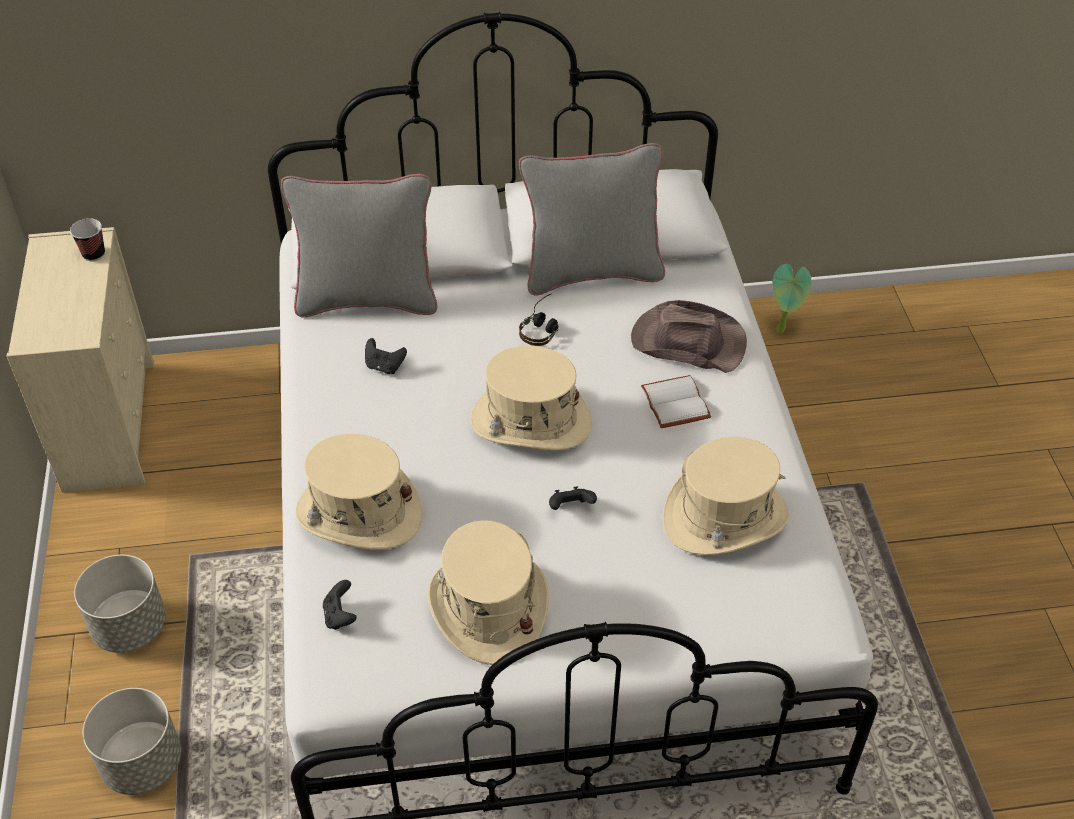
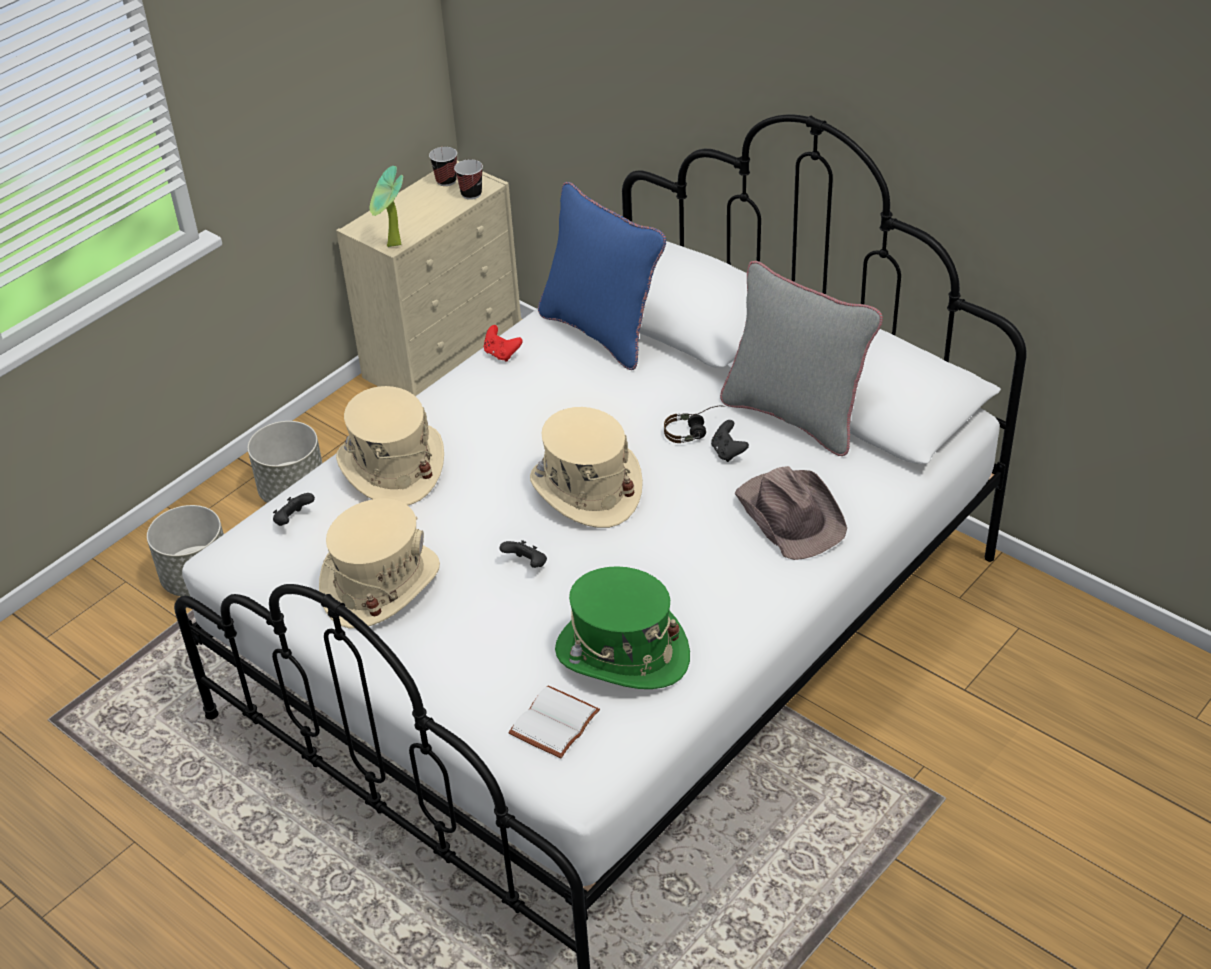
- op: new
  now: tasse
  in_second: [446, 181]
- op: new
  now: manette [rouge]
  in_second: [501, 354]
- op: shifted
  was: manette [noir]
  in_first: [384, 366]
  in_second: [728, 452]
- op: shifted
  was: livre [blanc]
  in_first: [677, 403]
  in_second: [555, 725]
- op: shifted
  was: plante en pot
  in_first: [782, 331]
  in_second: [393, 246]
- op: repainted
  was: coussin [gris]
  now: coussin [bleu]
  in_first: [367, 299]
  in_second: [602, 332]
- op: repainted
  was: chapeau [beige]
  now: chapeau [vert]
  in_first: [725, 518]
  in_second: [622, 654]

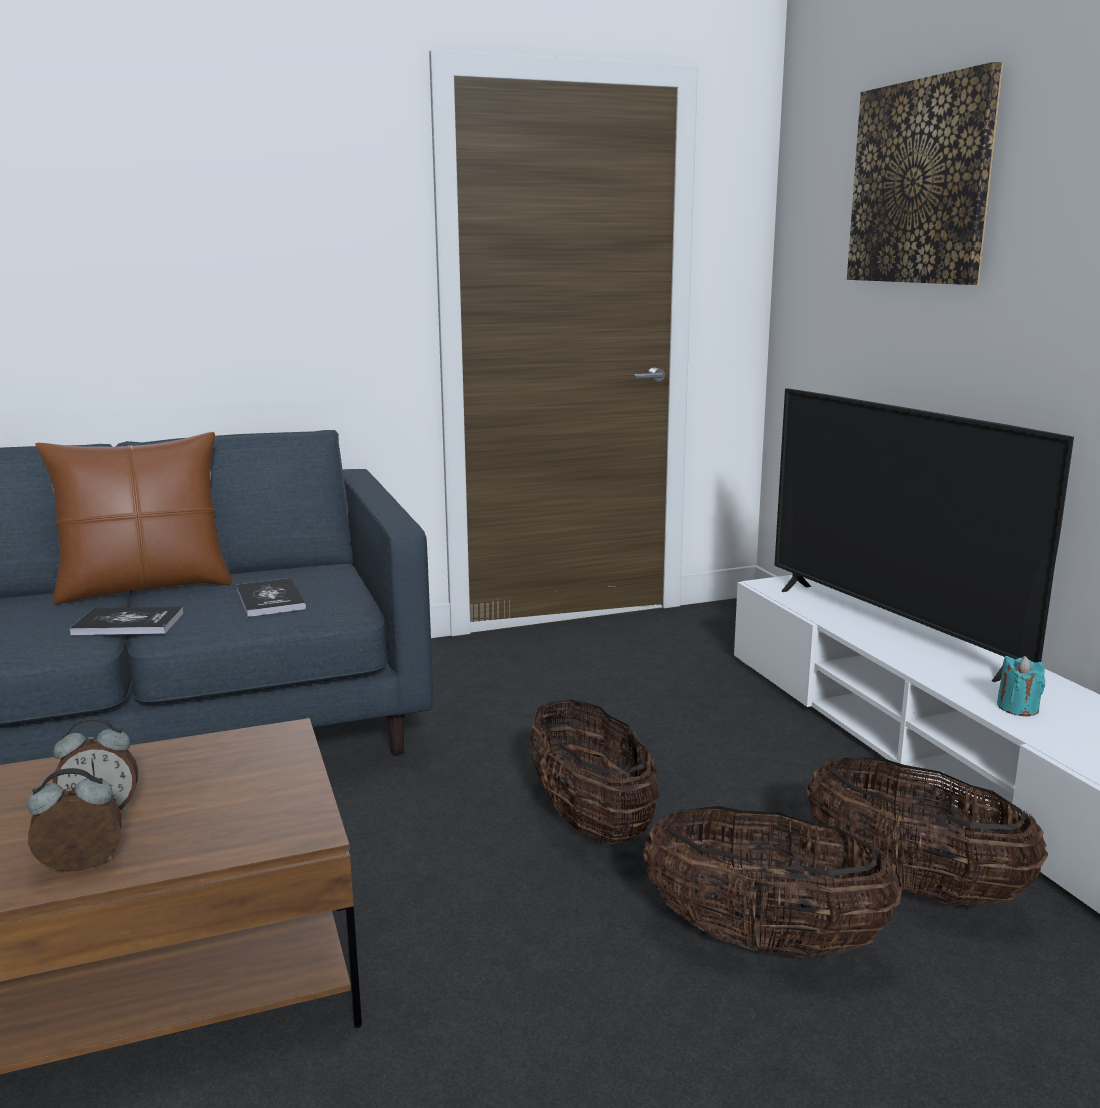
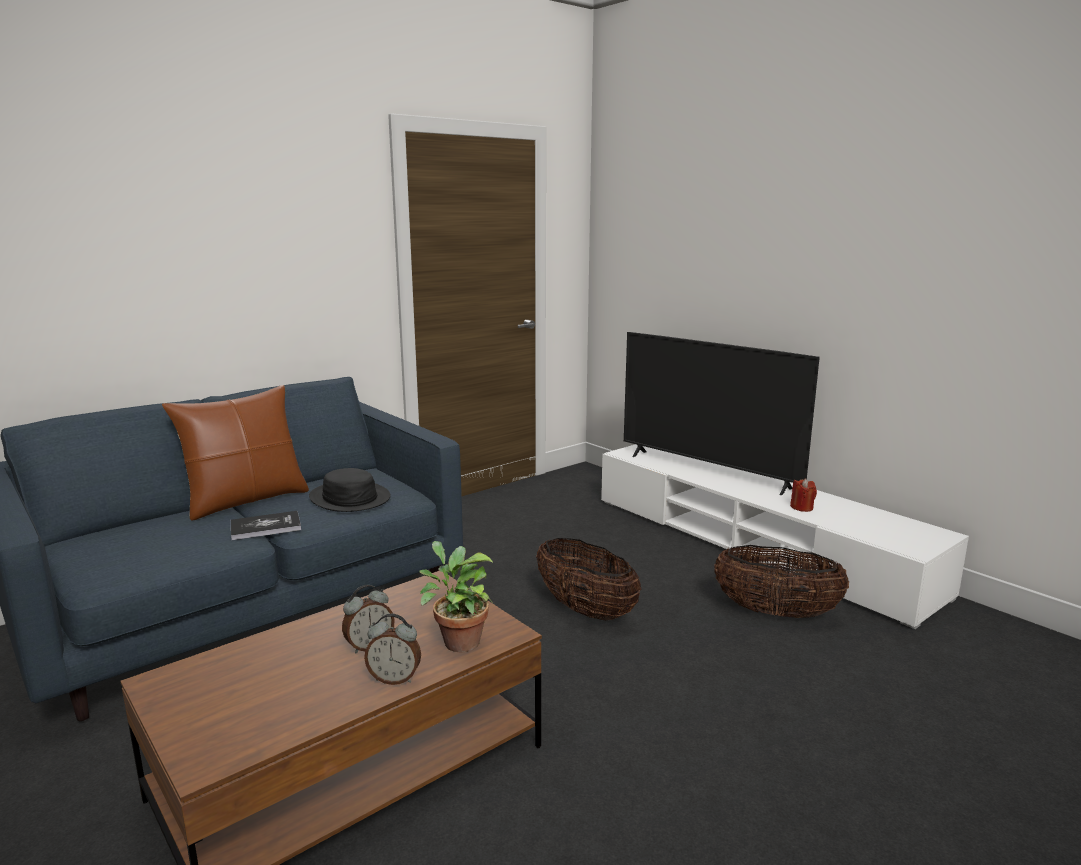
- op: gone
  was: panier
  in_first: [763, 941]
- op: gone
  was: tableau
  in_first: [921, 183]
- op: new
  now: plante en pot
  in_second: [458, 641]
- op: swapped
  was: livre
  now: chapeau [noir]
  in_first: [270, 599]
  in_second: [349, 498]
- op: repainted
  was: bougie [turquoise]
  now: bougie [rouge]
  in_first: [1017, 708]
  in_second: [802, 507]
- op: rotated
  was: réveil
  in_first: [81, 868]
  in_second: [395, 679]
  clockwise: -135

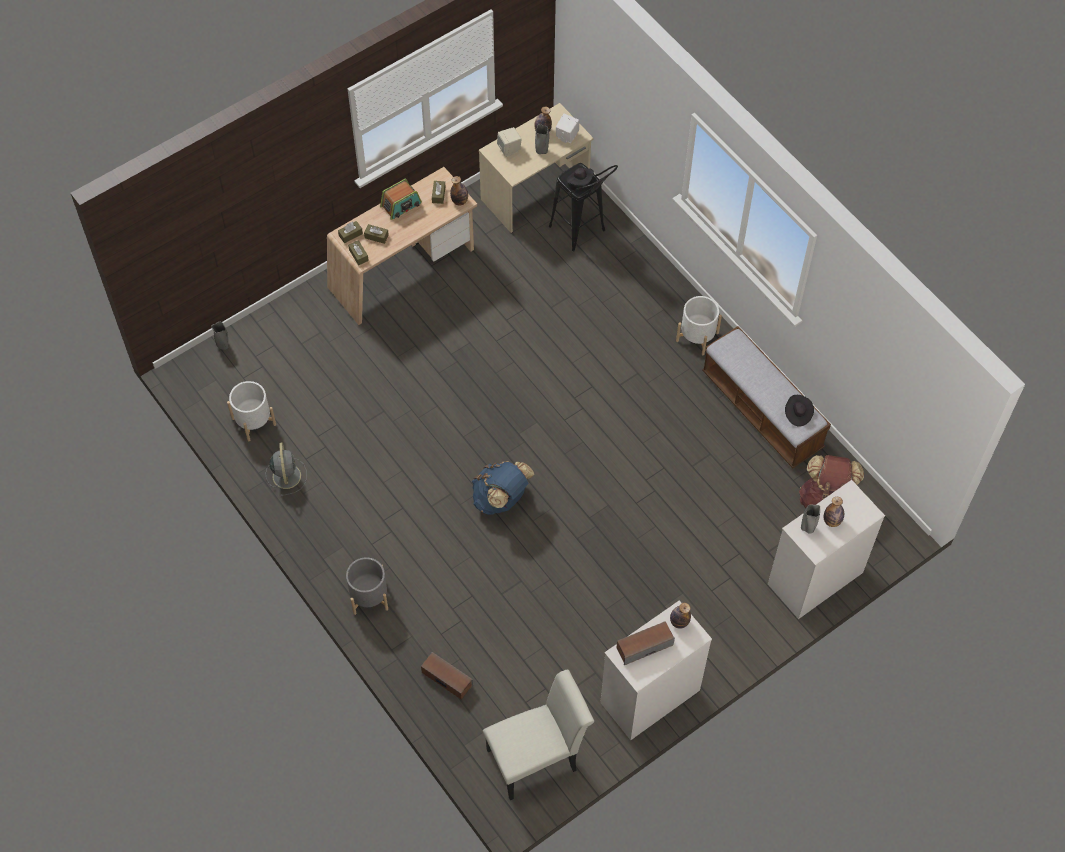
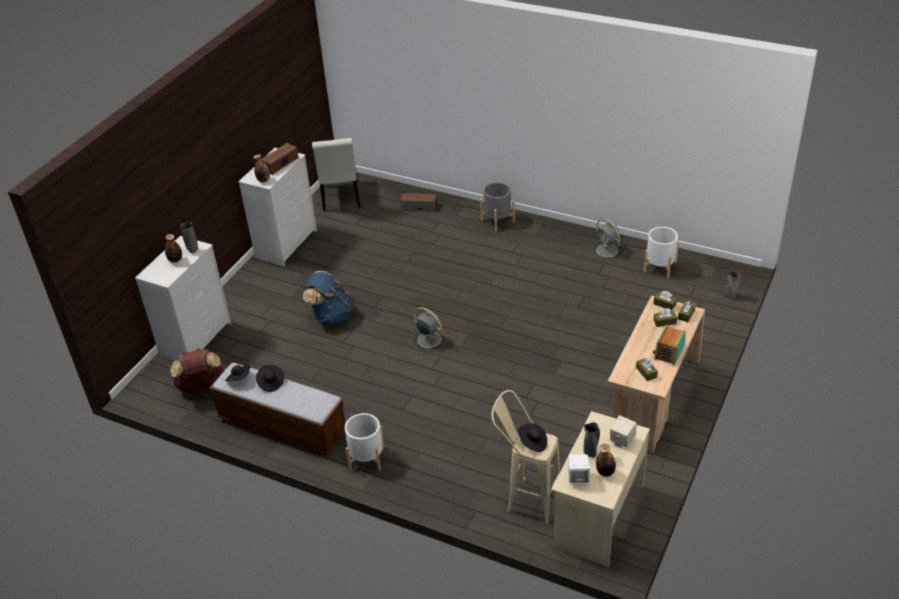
- op: gone
  was: bouteille
  in_first: [459, 201]
- op: new
  now: chapeau [noir]
  in_second: [270, 383]
- op: new
  now: ventilateur [gris]
  in_second: [428, 339]
- op: shifted
  was: sac à dos [bleu]
  in_first: [501, 499]
  in_second: [331, 316]
- op: repainted
  was: tabouret [noir]
  now: tabouret [beige]
  in_first: [582, 234]
  in_second: [526, 498]
- op: rotated
  was: chaise [blanc]
  in_first: [537, 757]
  in_second: [340, 198]
  clockwise: -45

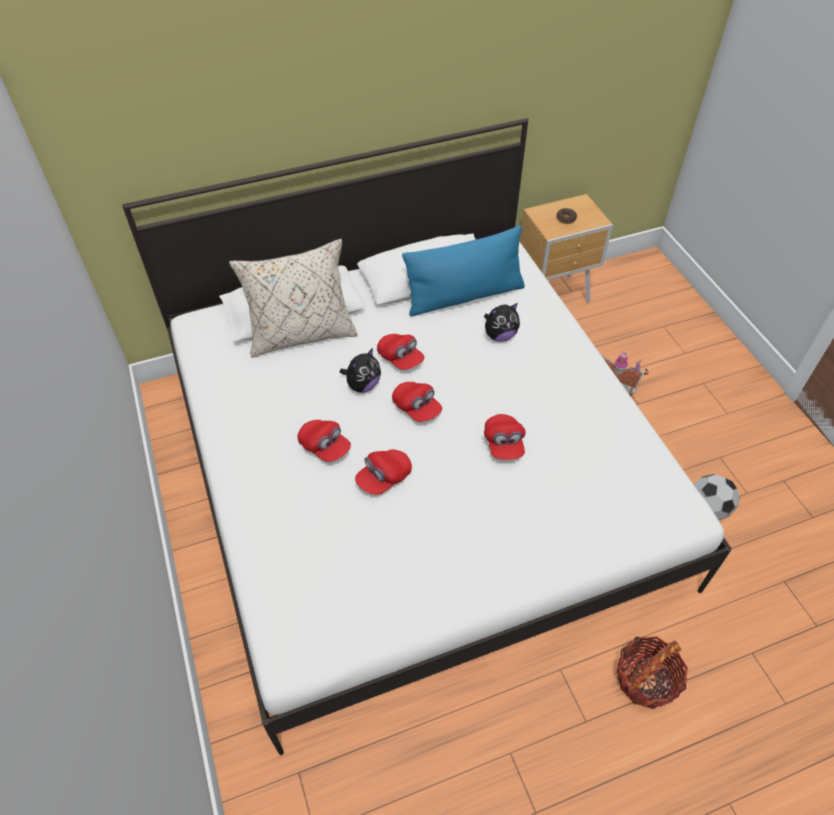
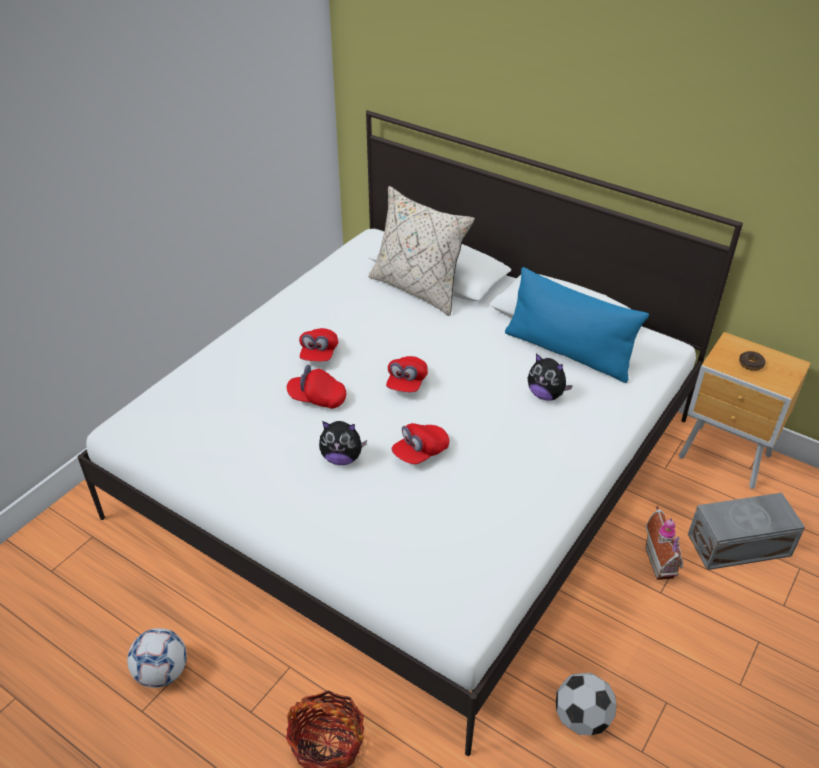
- op: gone
  was: casquette [rouge]
  in_first: [400, 358]
- op: new
  now: ballon de foot
  in_second: [162, 672]
- op: new
  now: boîte de rangement [gris]
  in_second: [741, 546]
- op: shifted
  was: peluche
  in_first: [362, 385]
  in_second: [342, 458]

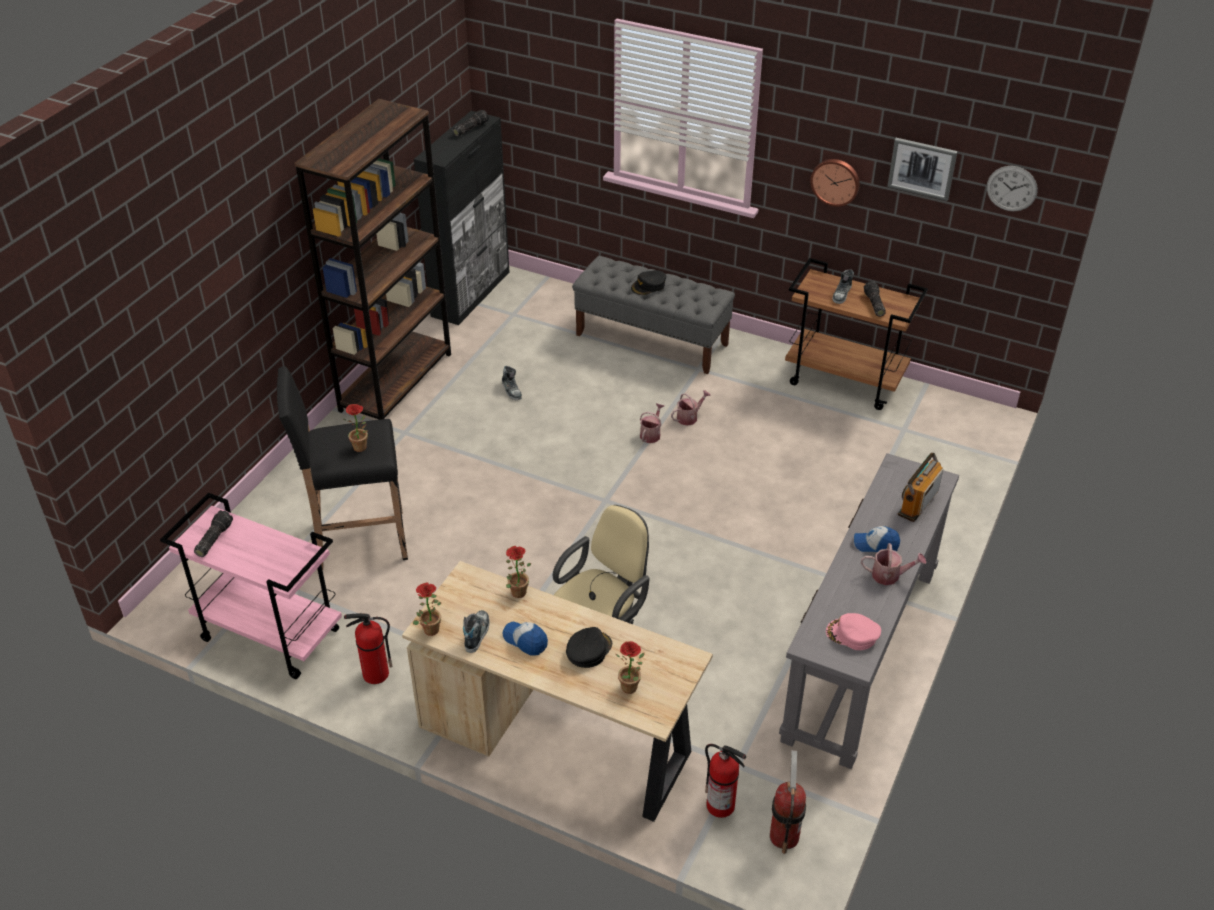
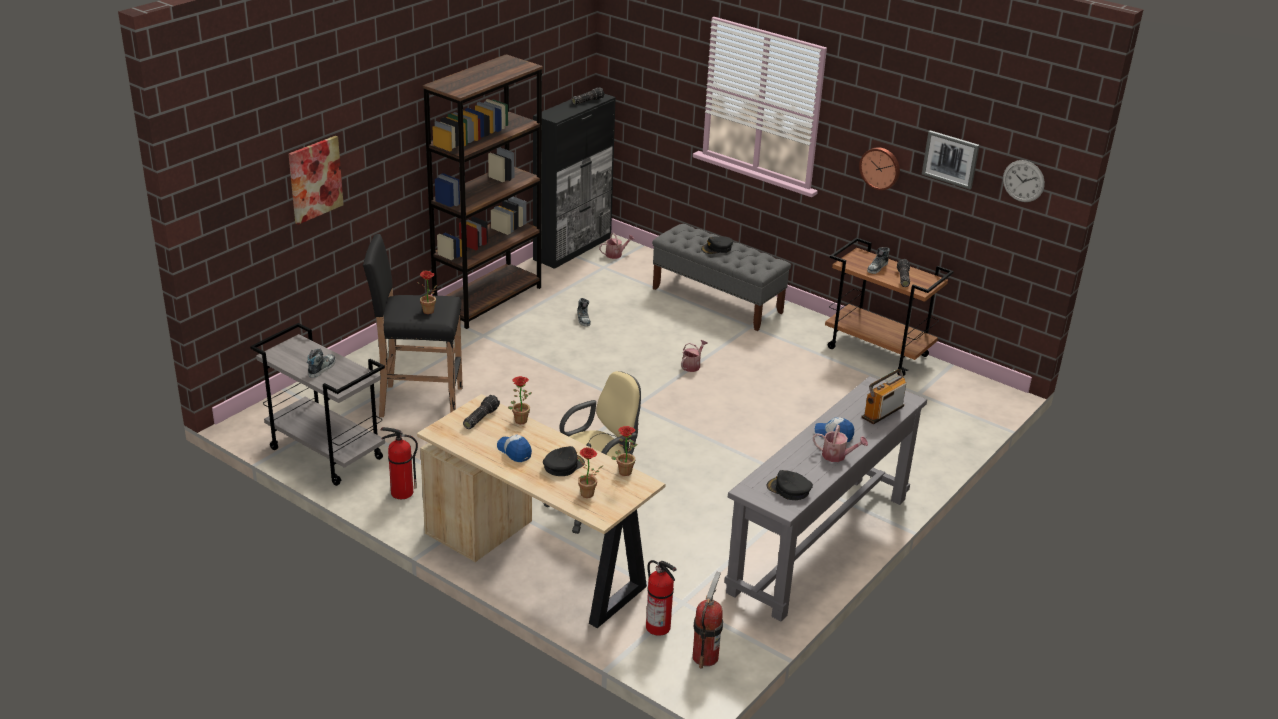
- op: new
  now: tableau
  in_second: [315, 179]
- op: shifted
  was: lampe de poche
  in_first: [213, 539]
  in_second: [480, 418]
- op: shifted
  was: plante en pot
  in_first: [429, 627]
  in_second: [624, 470]
- op: shifted
  was: chaussure
  in_first: [476, 633]
  in_second: [322, 368]
- op: shifted
  was: arrosoir
  in_first: [689, 417]
  in_second: [616, 254]
- op: repainted
  was: chariot [rose]
  now: chariot [gris]
  in_first: [269, 635]
  in_second: [325, 454]
- op: repainted
  was: casquette [rose]
  now: casquette [noir]
  in_first: [852, 635]
  in_second: [788, 489]

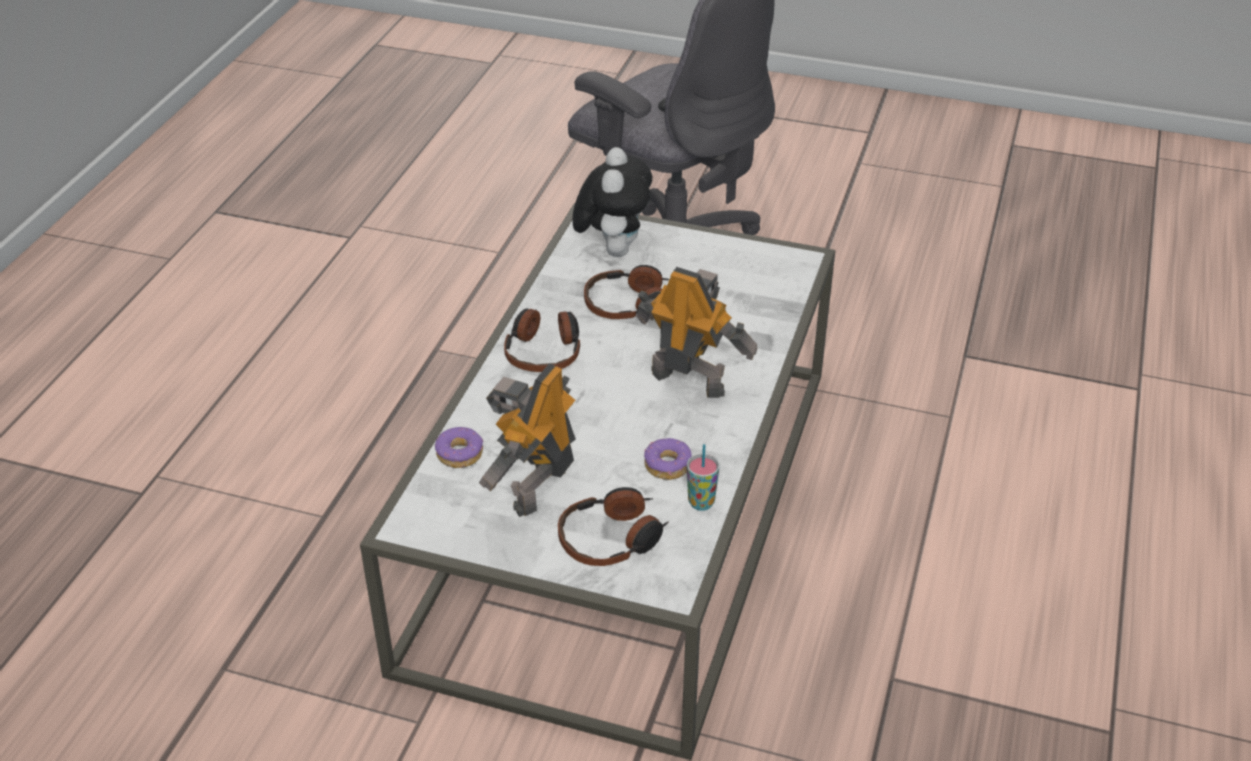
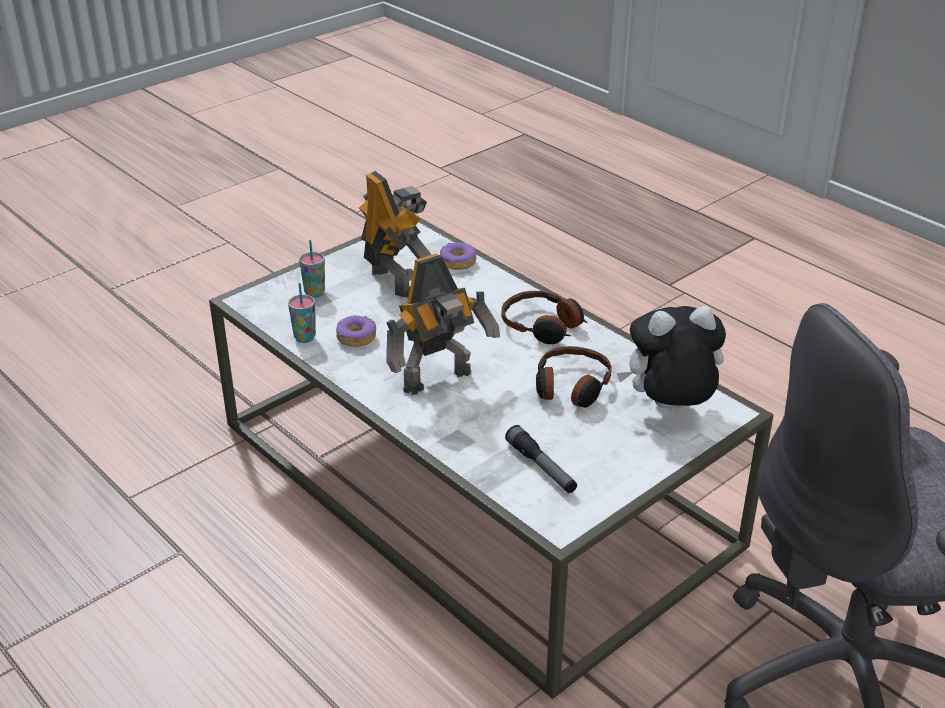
- op: new
  now: lampe de poche
  in_second: [541, 467]
- op: swapped
  was: casque audio
  now: tasse
  in_first: [612, 539]
  in_second: [314, 293]
- op: rotated
  was: peluche
  in_first: [613, 249]
  in_second: [669, 409]
  clockwise: 135

